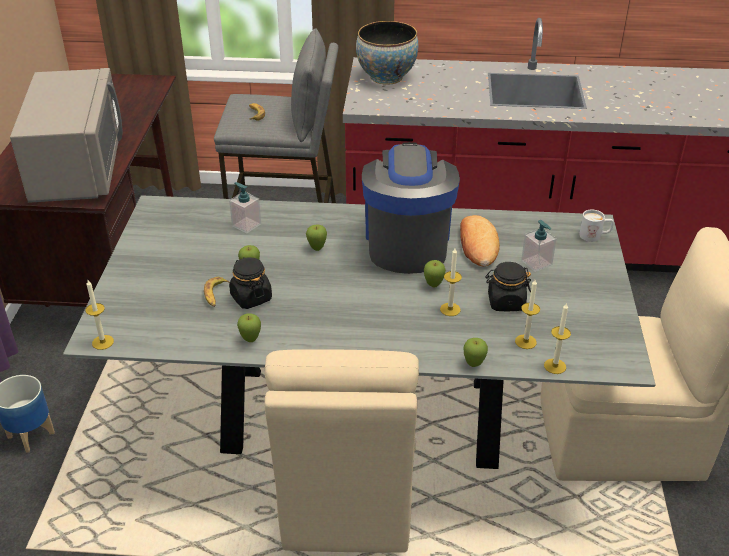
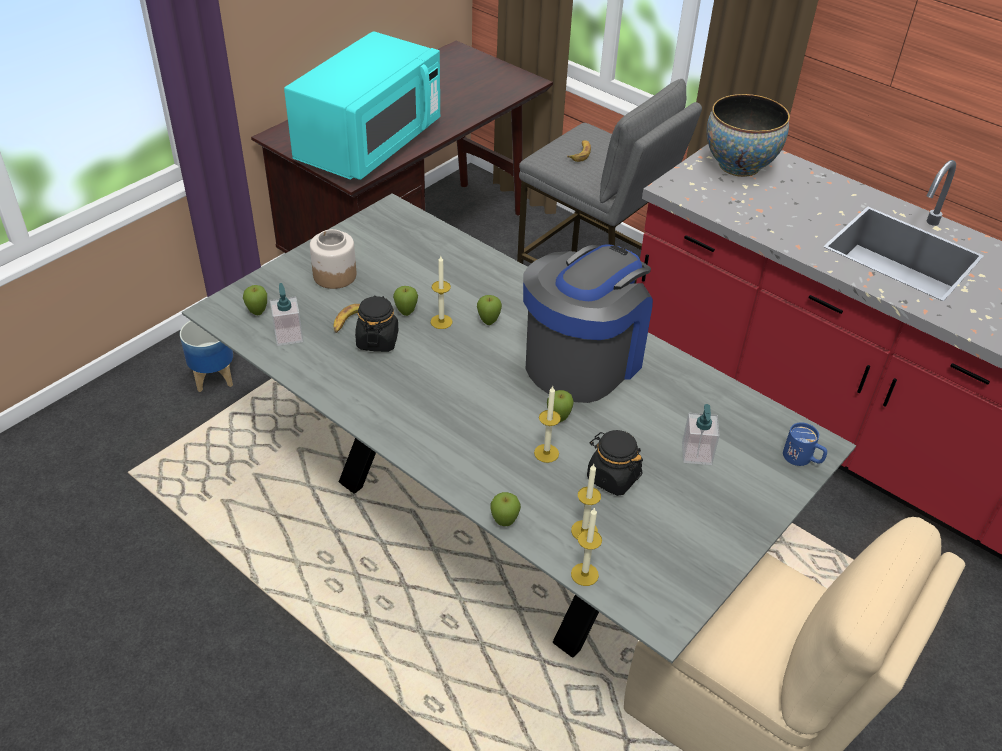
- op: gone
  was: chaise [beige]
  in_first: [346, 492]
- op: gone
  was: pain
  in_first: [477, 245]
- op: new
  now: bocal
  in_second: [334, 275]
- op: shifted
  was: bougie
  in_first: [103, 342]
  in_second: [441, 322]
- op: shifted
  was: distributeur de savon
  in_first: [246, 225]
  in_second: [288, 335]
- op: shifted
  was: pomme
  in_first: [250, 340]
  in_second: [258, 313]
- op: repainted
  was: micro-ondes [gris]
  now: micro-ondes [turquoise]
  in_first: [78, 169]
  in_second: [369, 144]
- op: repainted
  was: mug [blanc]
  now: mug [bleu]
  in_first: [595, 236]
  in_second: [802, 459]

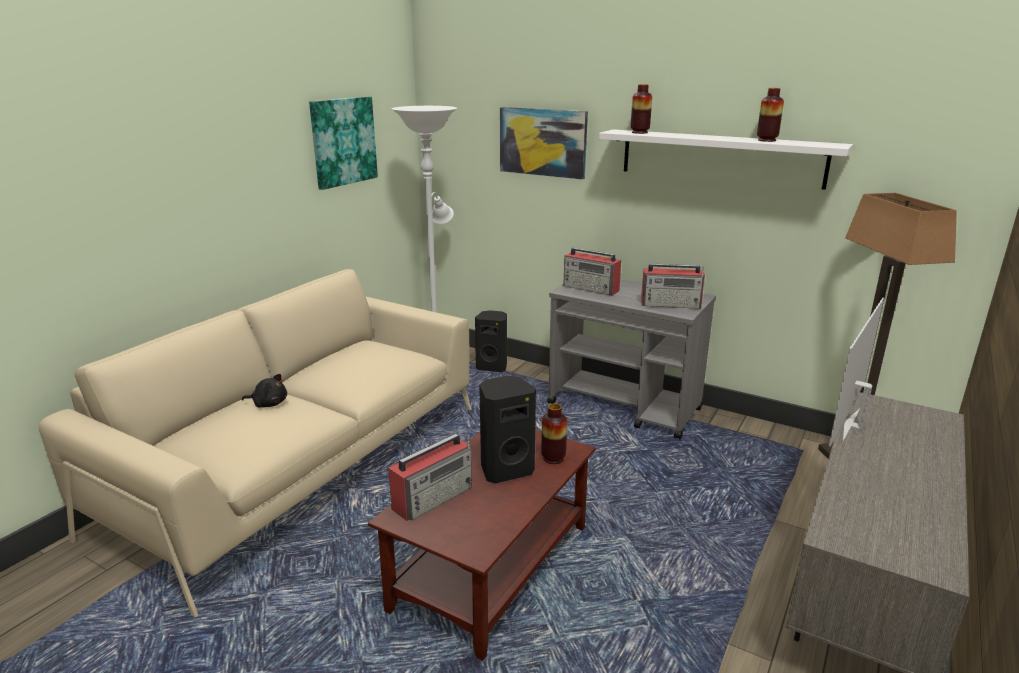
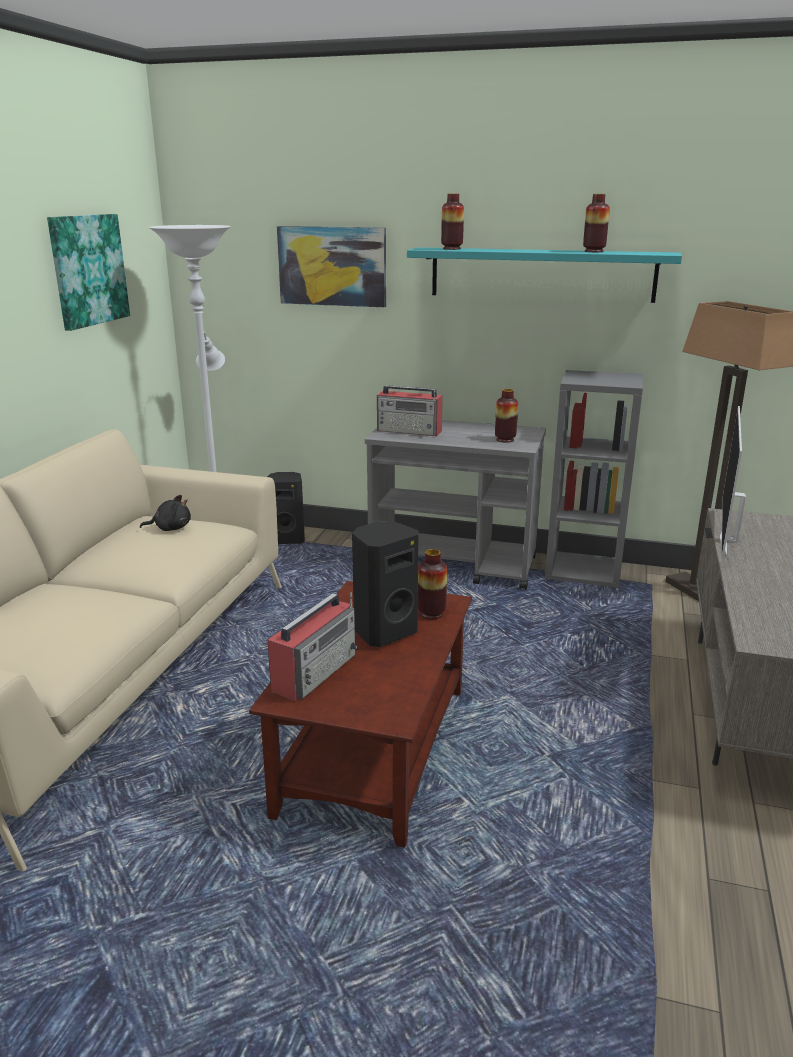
- op: new
  now: bibliothèque [gris]
  in_second: [584, 571]
- op: shifted
  was: peluche [noir]
  in_first: [269, 404]
  in_second: [170, 528]
- op: swapped
  was: radio
  now: vase
  in_first: [671, 304]
  in_second: [505, 440]
- op: repainted
  was: étagère [blanc]
  now: étagère [turquoise]
  in_first: [720, 158]
  in_second: [541, 274]

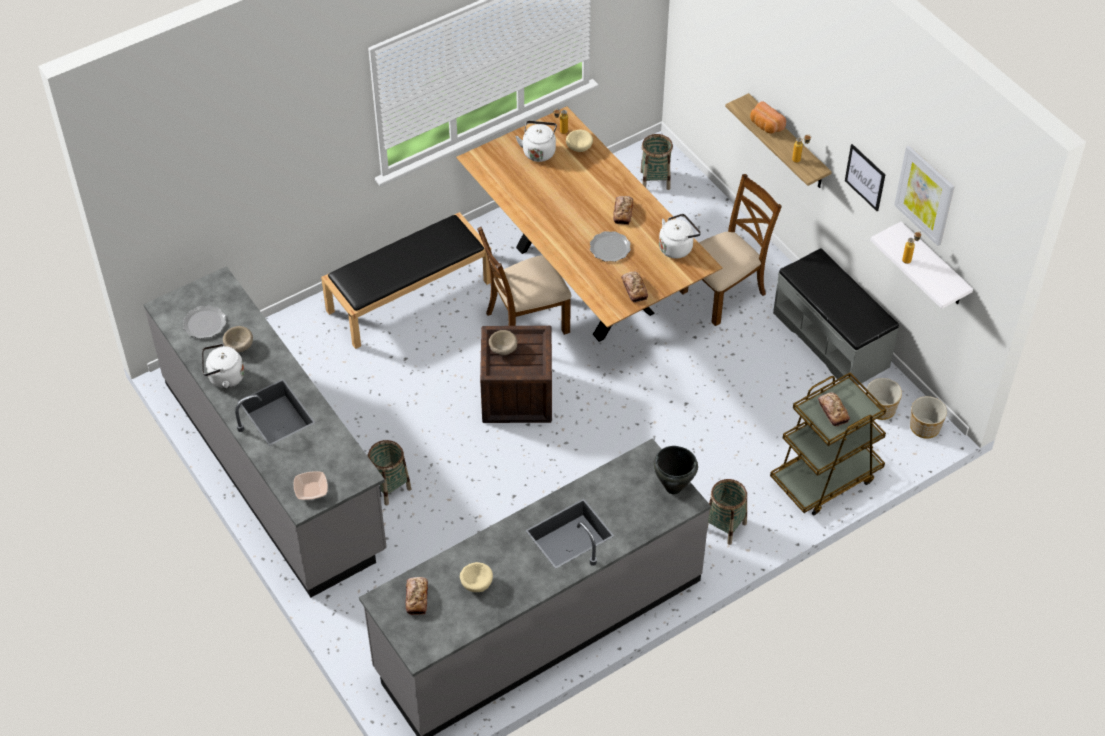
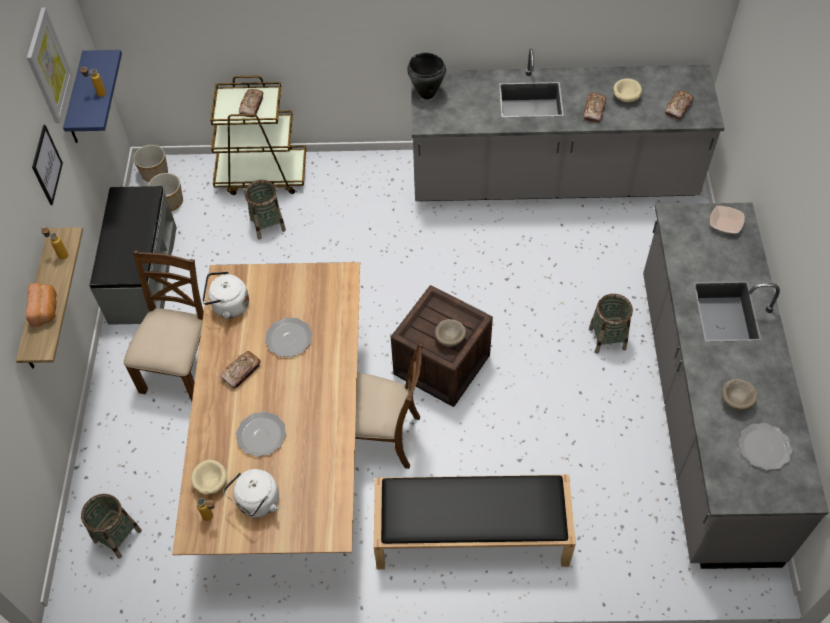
- op: gone
  was: bouilloire [blanc]
  in_first: [224, 378]
- op: new
  now: assiette
  in_second: [261, 435]
- op: shifted
  was: pain
  in_first: [634, 289]
  in_second: [594, 110]
- op: shifted
  was: panier
  in_first: [724, 526]
  in_second: [268, 224]
- op: repainted
  was: étagère [blanc]
  now: étagère [bleu]
  in_first: [934, 266]
  in_second: [78, 100]
- op: rotated
  was: chaise [marron]
  in_first: [724, 292]
  in_second: [181, 366]
  clockwise: 105

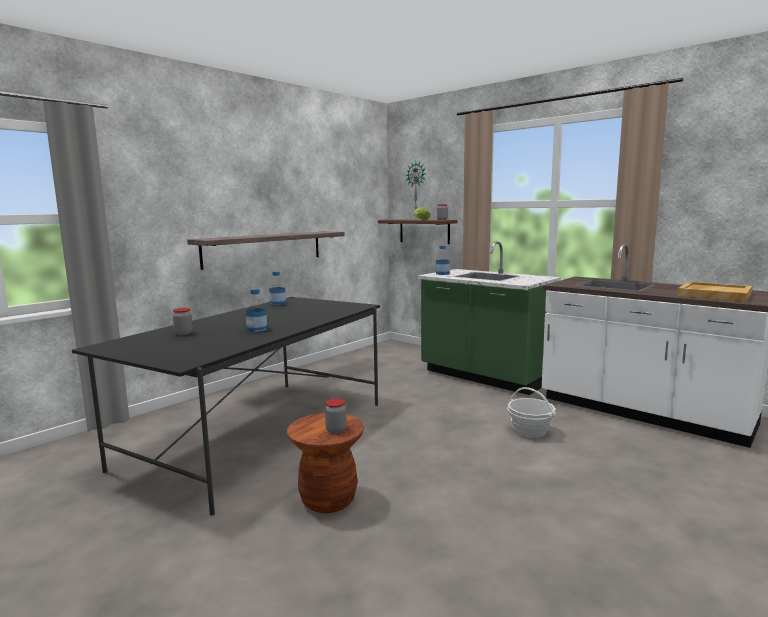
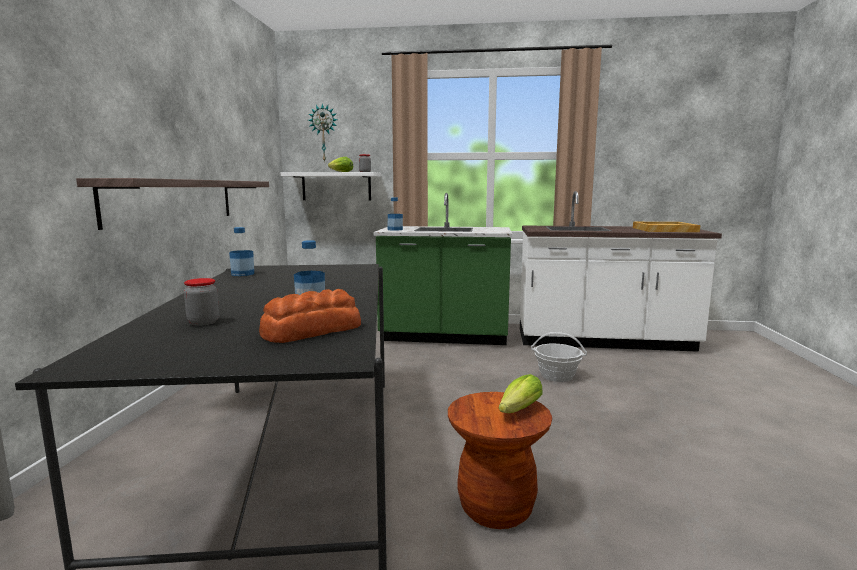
- op: new
  now: pain
  in_second: [310, 331]
- op: swapped
  was: bocal
  now: laitue
  in_first: [336, 430]
  in_second: [517, 411]
- op: repainted
  was: étagère [marron]
  now: étagère [blanc]
  in_first: [424, 231]
  in_second: [336, 186]

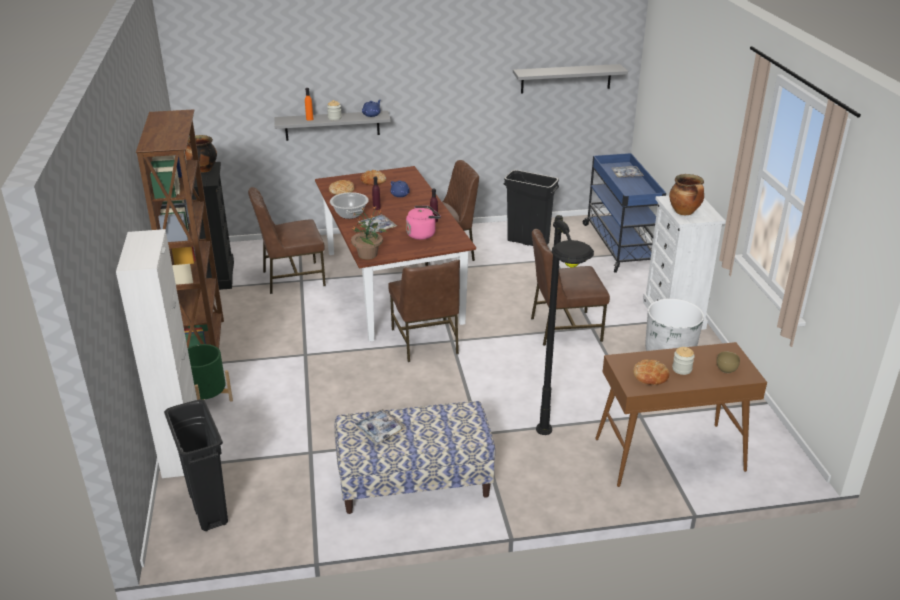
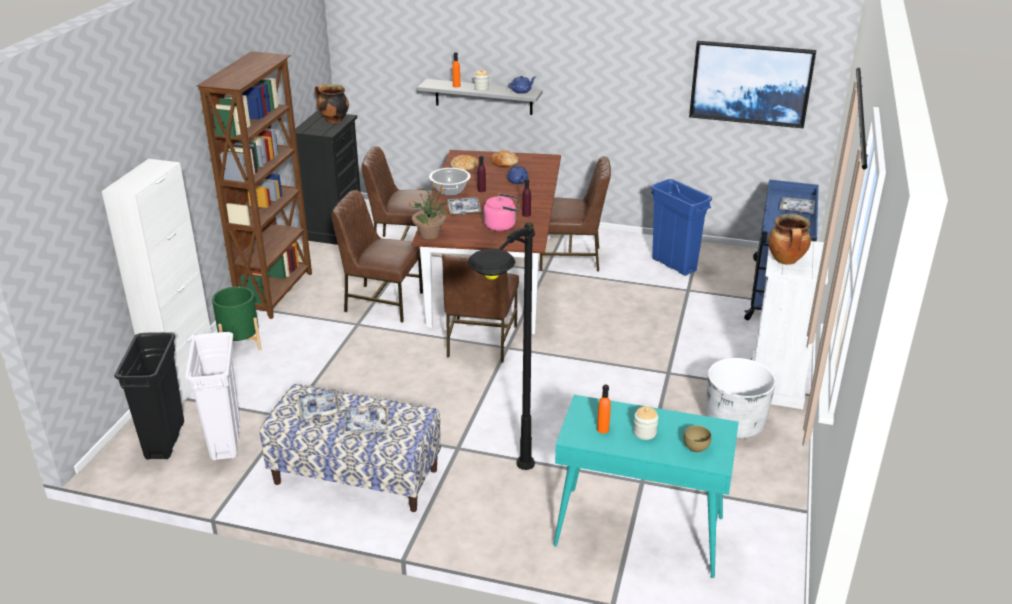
- op: new
  now: poubelle [blanc]
  in_second: [225, 440]
- op: new
  now: plateau
  in_second: [366, 424]
- op: shifted
  was: chaise [marron]
  in_first: [564, 329]
  in_second: [382, 302]
- op: swapped
  was: étagère [gris]
  now: tableau
  in_first: [566, 78]
  in_second: [750, 83]
- op: swapped
  was: pain
  now: bouteille [orange]
  in_first: [650, 375]
  in_second: [603, 429]
- op: repainted
  was: poubelle [noir]
  now: poubelle [bleu]
  in_first: [528, 242]
  in_second: [674, 265]
- op: repainted
  was: table console [marron]
  now: table console [turquoise]
  in_first: [668, 455]
  in_second: [638, 532]

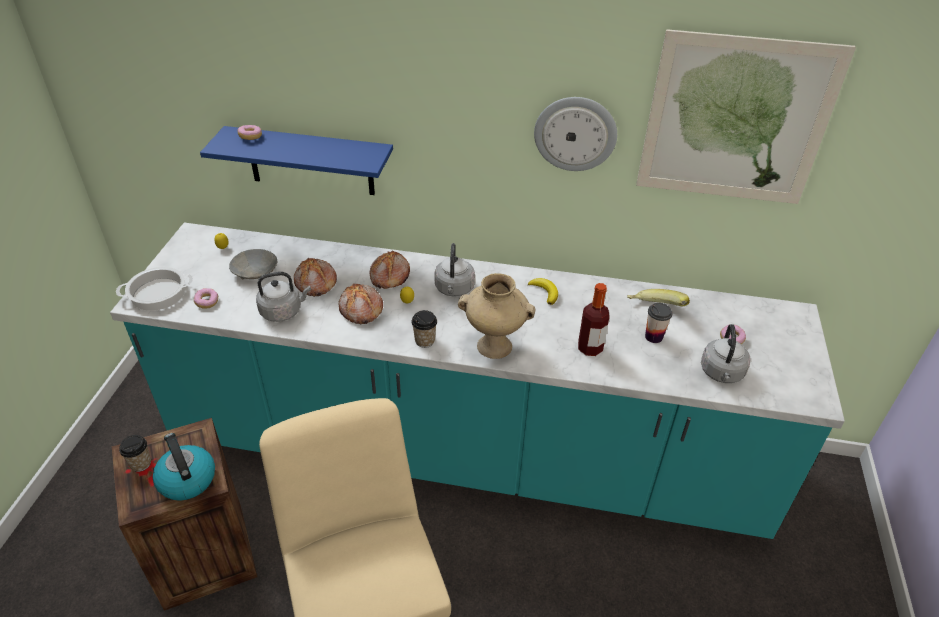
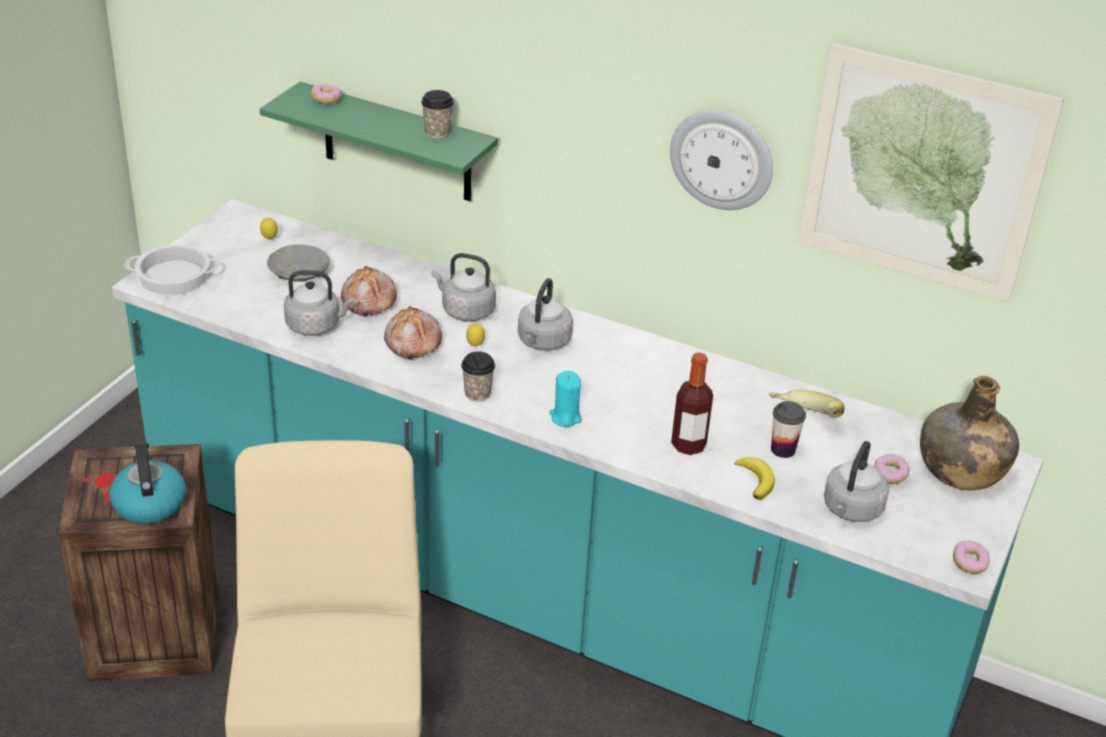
- op: new
  now: bouteille [vert]
  in_second: [960, 469]
- op: shifted
  was: tasse
  in_first: [141, 463]
  in_second: [437, 132]
- op: shifted
  was: beignet
  in_first: [207, 302]
  in_second: [969, 563]
- op: shifted
  was: banane
  in_first: [545, 292]
  in_second: [756, 480]
- op: swapped
  was: pain
  now: bouilloire [gris]
  in_first: [389, 276]
  in_second: [465, 311]
- op: swapped
  was: vase [beige]
  now: bougie [turquoise]
  in_first: [495, 346]
  in_second: [565, 417]
- op: repainted
  was: étagère [bleu]
  now: étagère [vert]
  in_first: [310, 161]
  in_second: [397, 143]

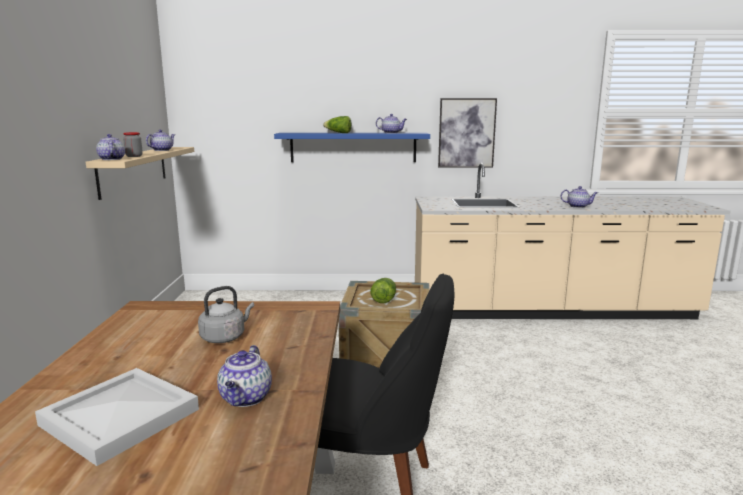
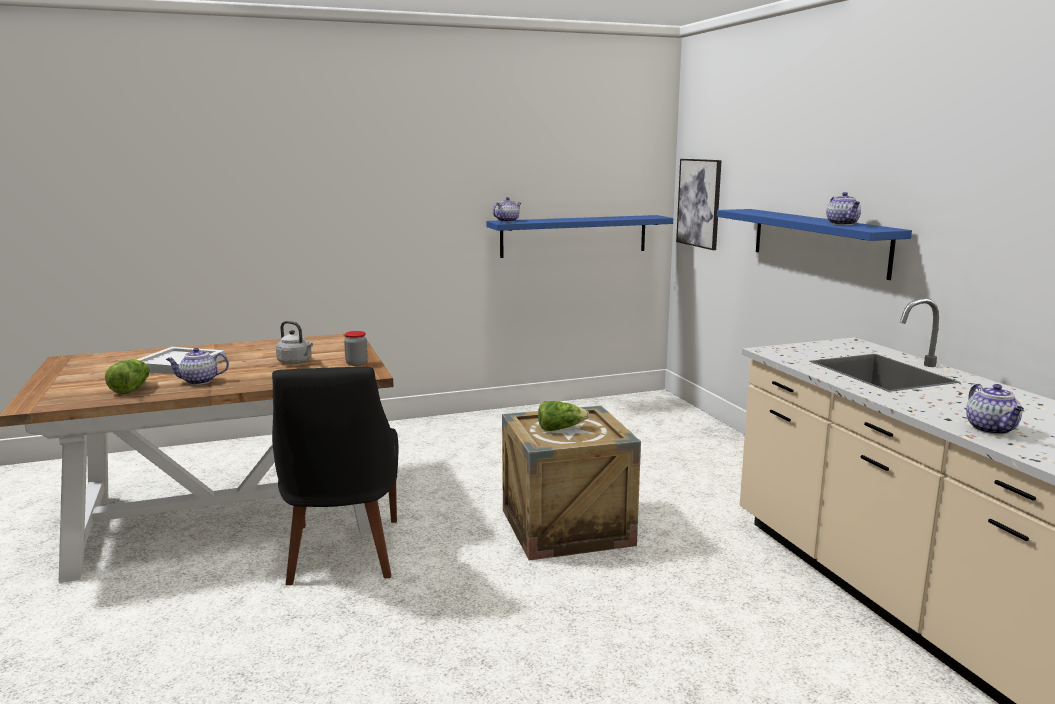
- op: gone
  was: théière
  in_first: [162, 150]
- op: shifted
  was: bocal
  in_first: [134, 156]
  in_second: [356, 363]
- op: shifted
  was: laitue
  in_first: [338, 133]
  in_second: [131, 389]
- op: shifted
  was: tableau
  in_first: [466, 133]
  in_second: [699, 203]
- op: repainted
  was: étagère [beige]
  now: étagère [bleu]
  in_first: [134, 170]
  in_second: [574, 236]

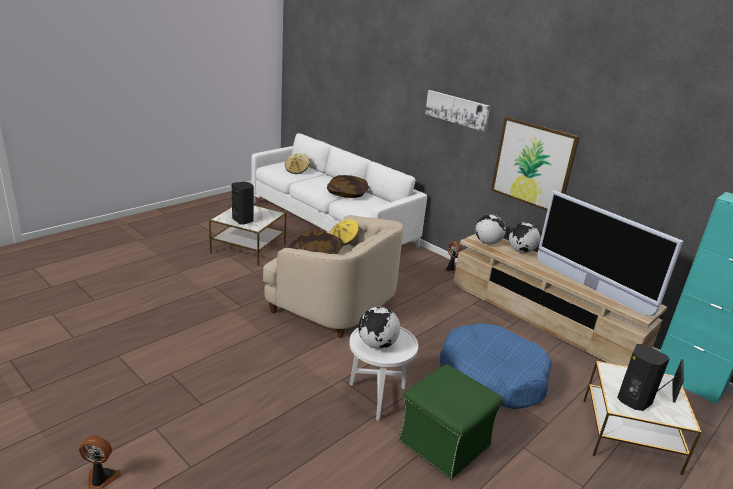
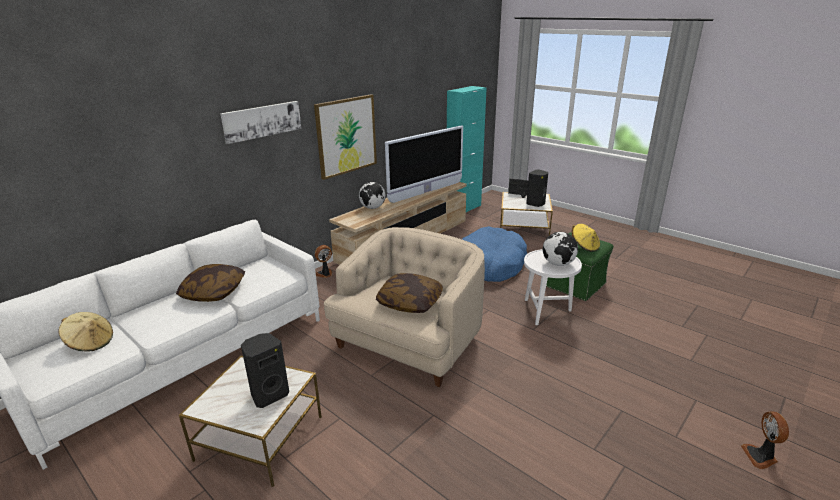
- op: gone
  was: globe
  in_first: [487, 243]
- op: shifted
  was: chapeau [jaune]
  in_first: [343, 241]
  in_second: [584, 247]

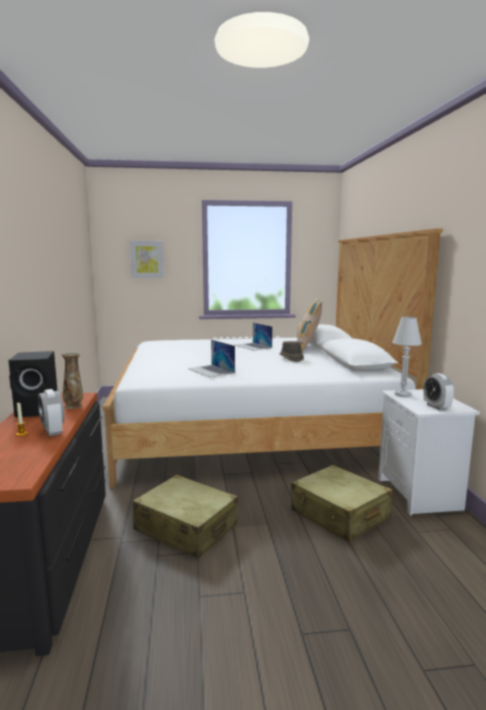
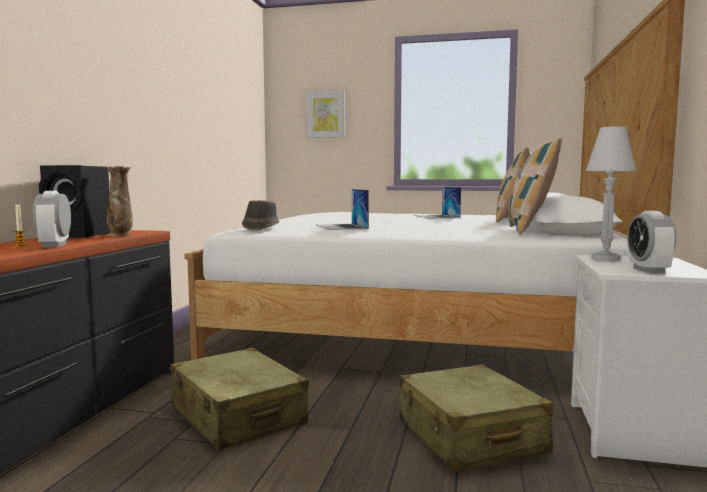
- op: new
  now: coussin
  in_second: [530, 230]
- op: shifted
  was: chapeau [marron]
  in_first: [291, 358]
  in_second: [260, 228]

